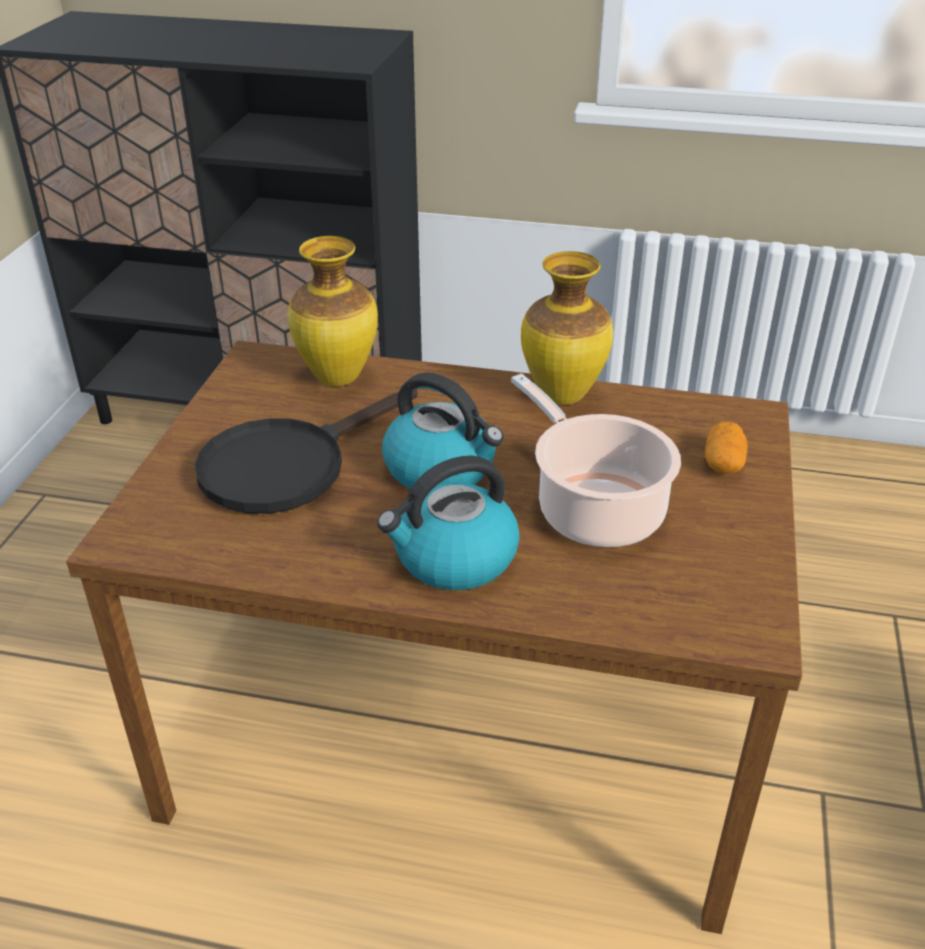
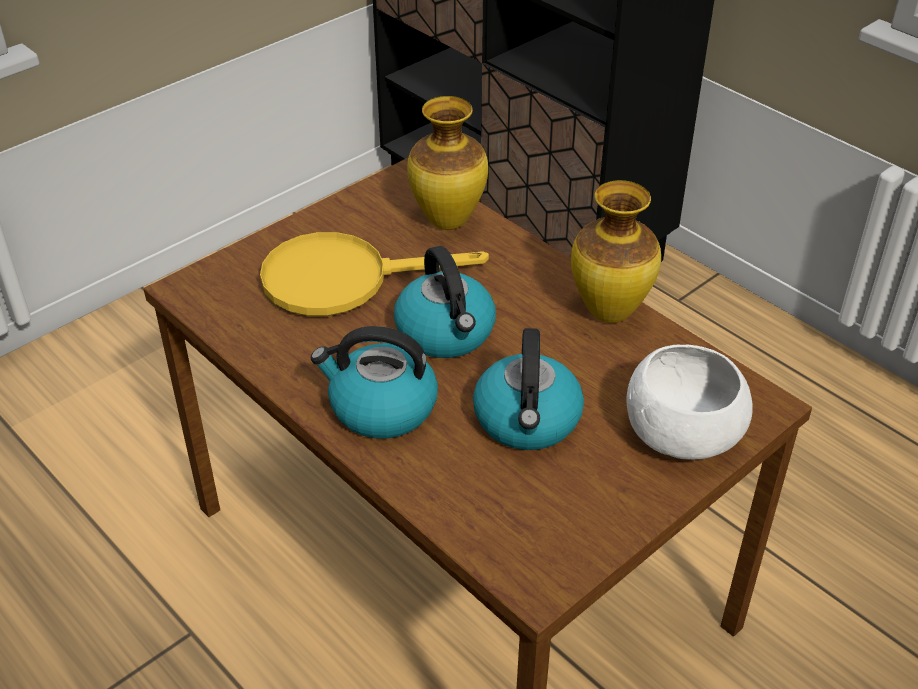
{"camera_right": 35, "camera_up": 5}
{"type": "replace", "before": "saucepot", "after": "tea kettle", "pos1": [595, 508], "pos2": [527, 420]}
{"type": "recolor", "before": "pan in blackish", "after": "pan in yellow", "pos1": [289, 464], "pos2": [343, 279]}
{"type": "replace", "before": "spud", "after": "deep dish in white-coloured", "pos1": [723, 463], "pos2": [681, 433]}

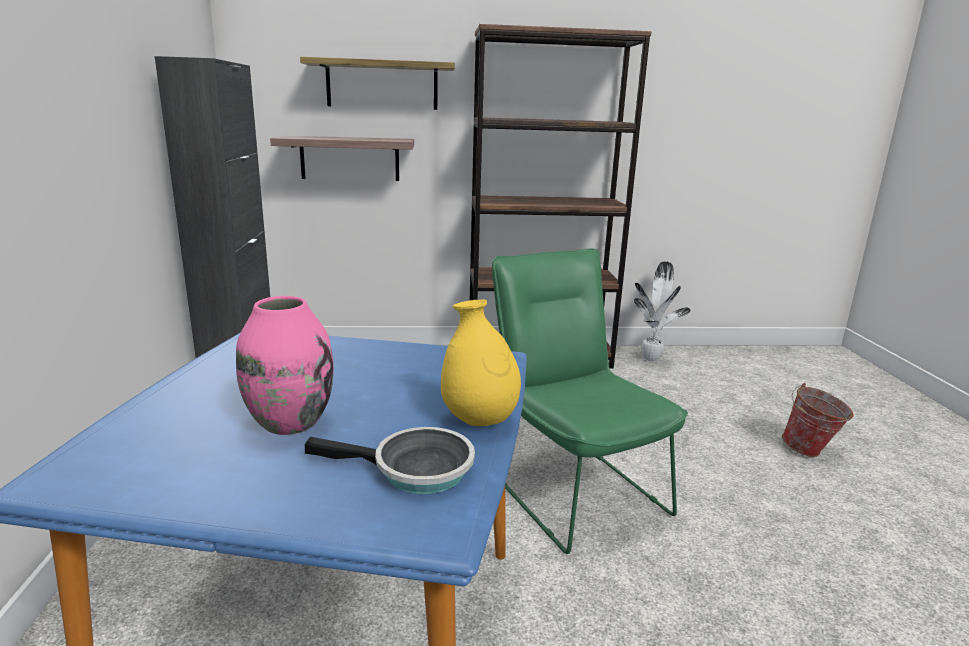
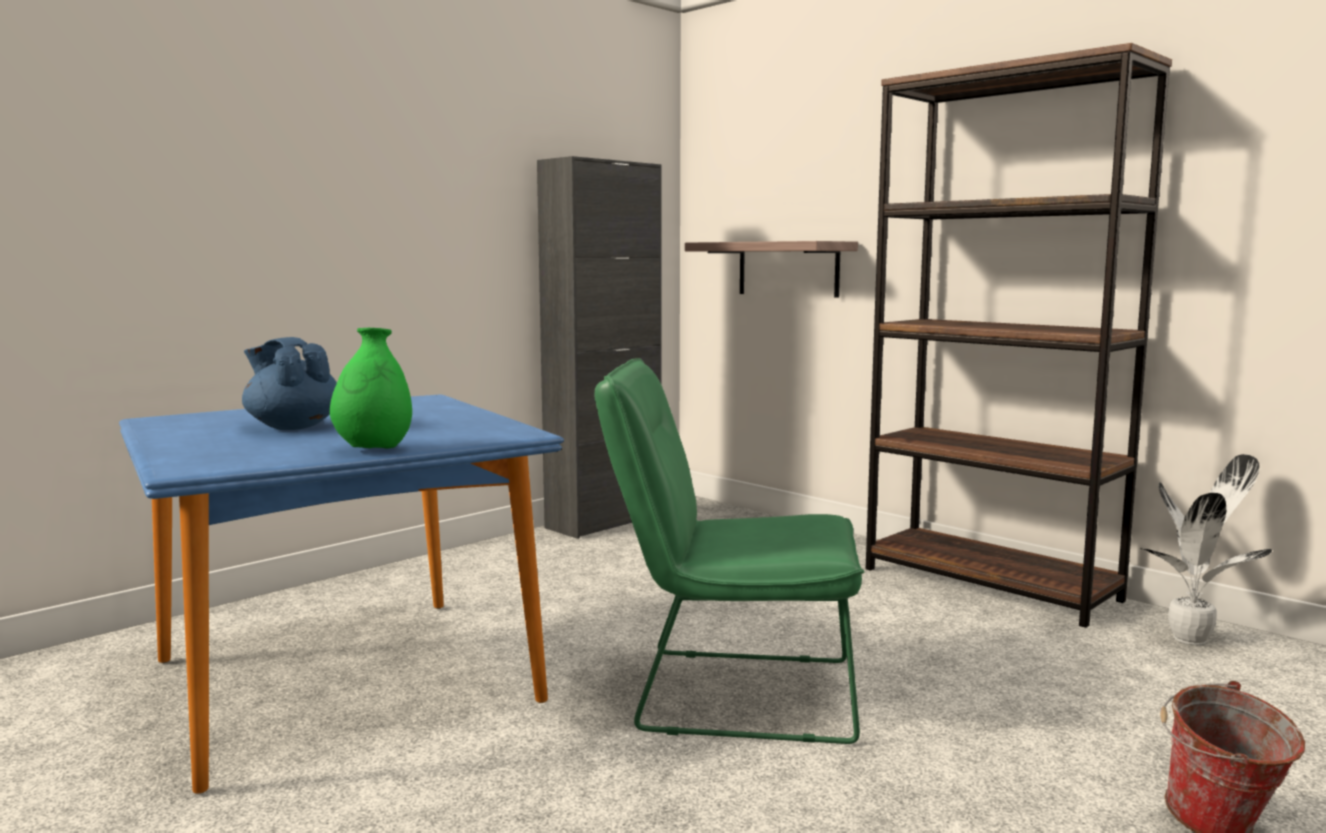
{"camera_right": 50, "camera_up": -10}
{"type": "delete", "before": "wall shelf", "pos1": [382, 85]}
{"type": "rotate", "before": "upright chair in greenish", "pos1": [571, 487], "pos2": [728, 693], "turn": -105}
{"type": "replace", "before": "flower vase in pinkish", "after": "pot for tea in bluish", "pos1": [289, 422], "pos2": [293, 427]}
{"type": "recolor", "before": "flower vase in yellow", "after": "flower vase in greenish", "pos1": [479, 420], "pos2": [374, 449]}
{"type": "delete", "before": "pan", "pos1": [415, 470]}

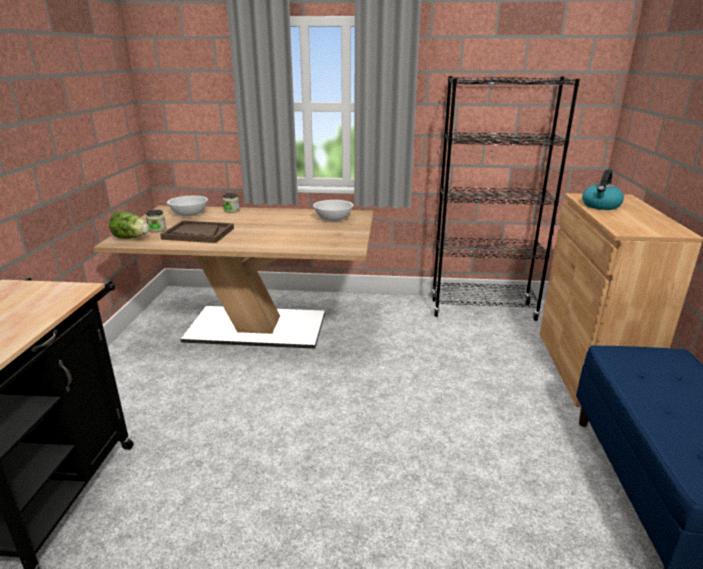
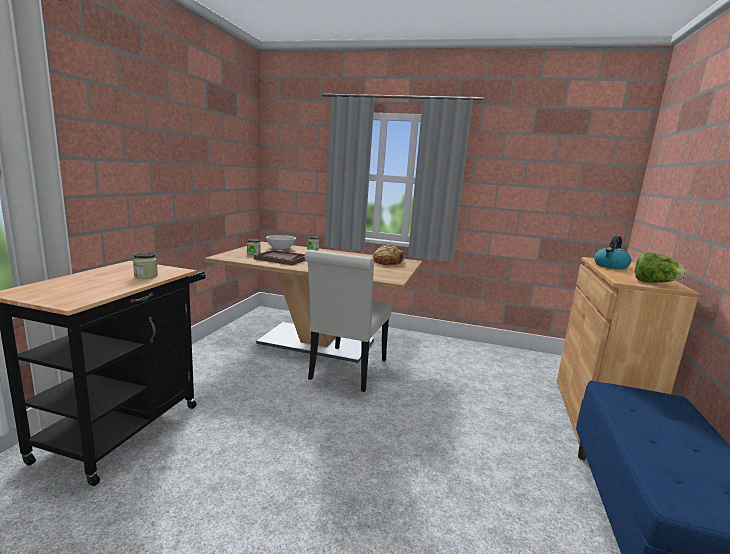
{"camera_right": 10, "camera_up": -10}
{"type": "delete", "before": "bookshelf in blackish", "pos1": [482, 310]}
{"type": "replace", "before": "deep dish in white-coloured", "after": "bread", "pos1": [333, 219], "pos2": [387, 262]}
{"type": "move", "before": "head of lettuce", "pos1": [131, 238], "pos2": [654, 282]}
{"type": "insert", "after": "upright chair in white-coloured", "pos2": [346, 372]}
{"type": "insert", "after": "storage jar", "pos2": [146, 276]}

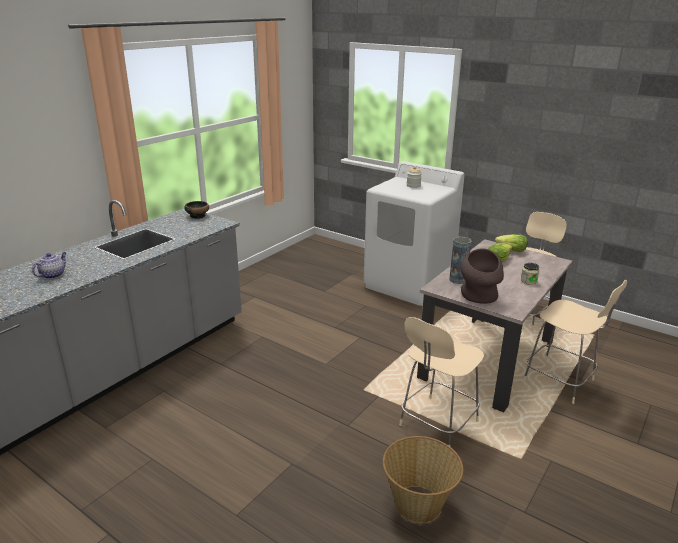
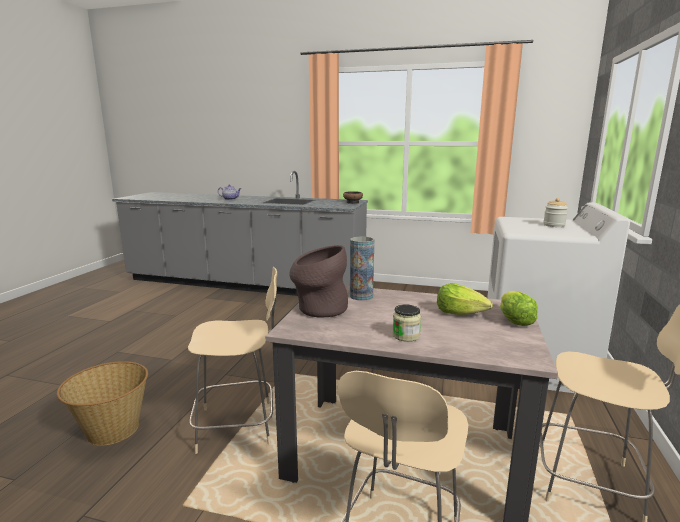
{"camera_right": 70, "camera_up": -10}
{"type": "rotate", "before": "upright chair in sand-coloured", "pos1": [437, 425], "pos2": [239, 426], "turn": 150}

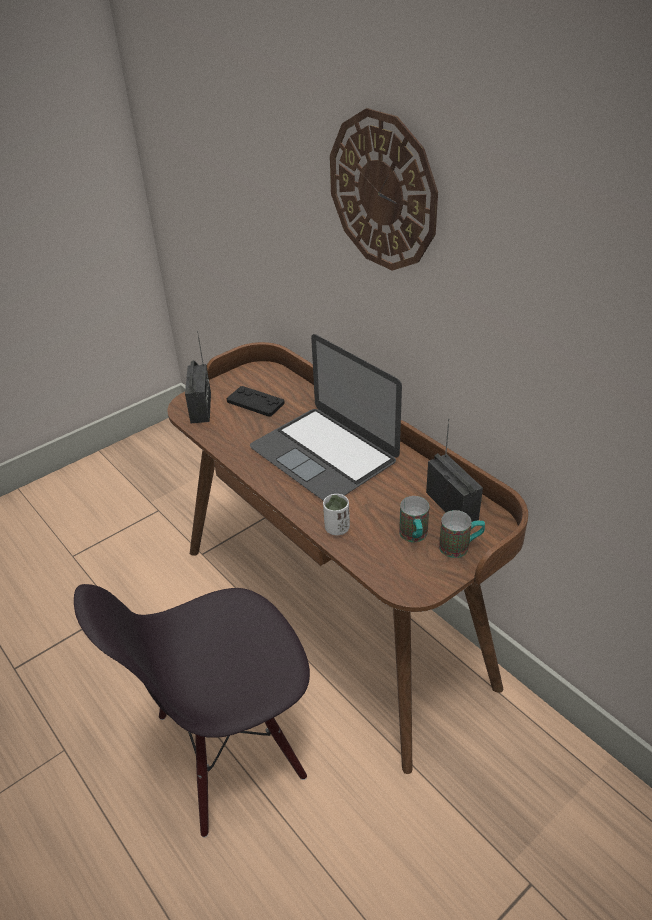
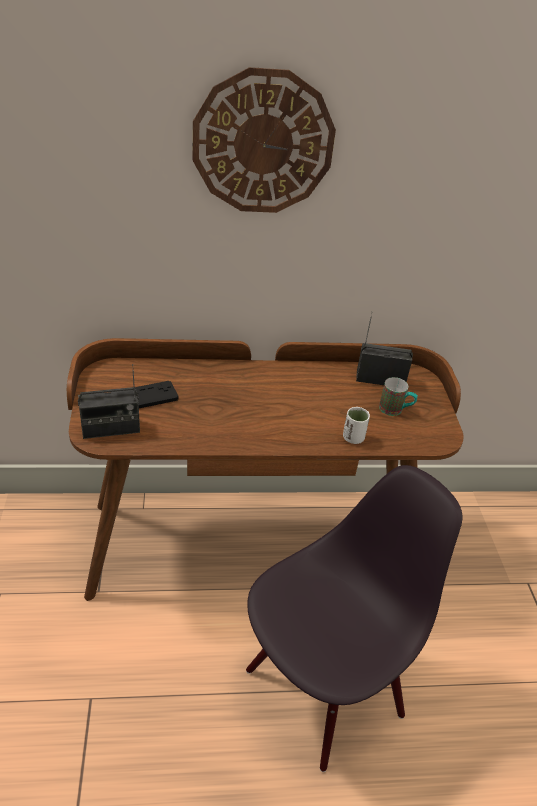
{"camera_right": -60, "camera_up": 0}
{"type": "rotate", "before": "radio set", "pos1": [201, 408], "pos2": [111, 429], "turn": 135}
{"type": "delete", "before": "laptop", "pos1": [324, 453]}
{"type": "delete", "before": "tea mug", "pos1": [460, 547]}
{"type": "rotate", "before": "upright chair in blackish", "pos1": [229, 750], "pos2": [323, 689], "turn": -135}

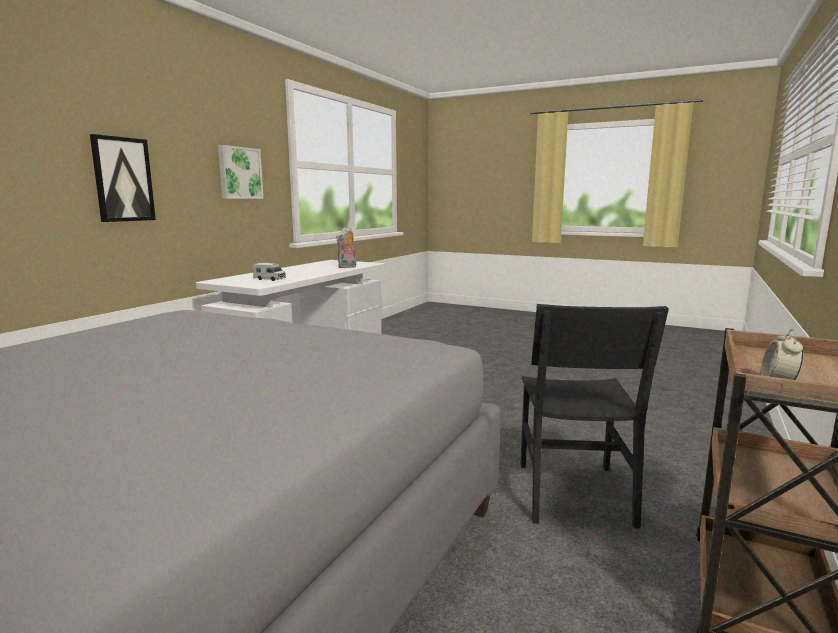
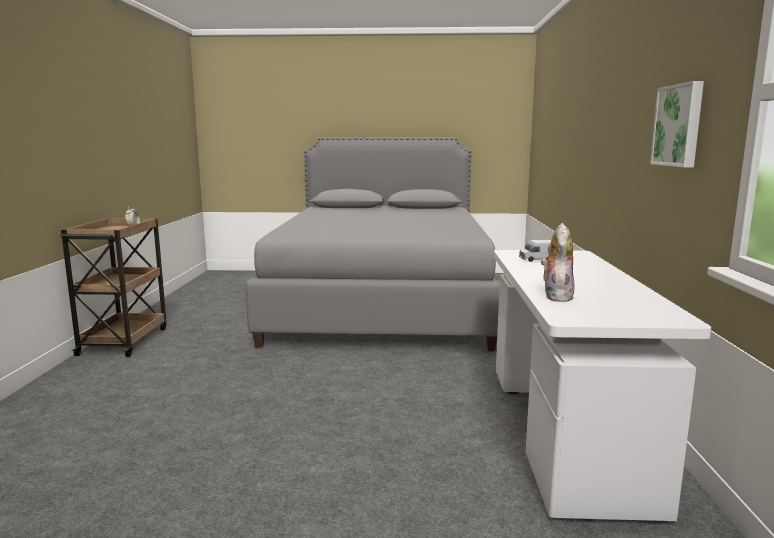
{"camera_right": 155, "camera_up": 0}
{"type": "delete", "before": "wall picture", "pos1": [123, 179]}
{"type": "delete", "before": "upright chair in blackish", "pos1": [573, 493]}

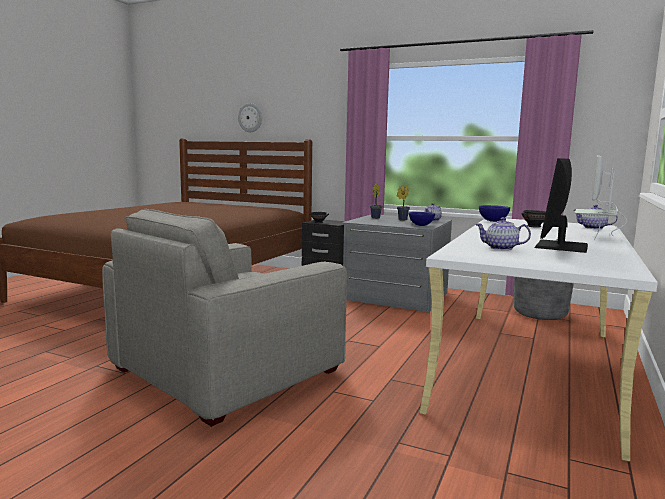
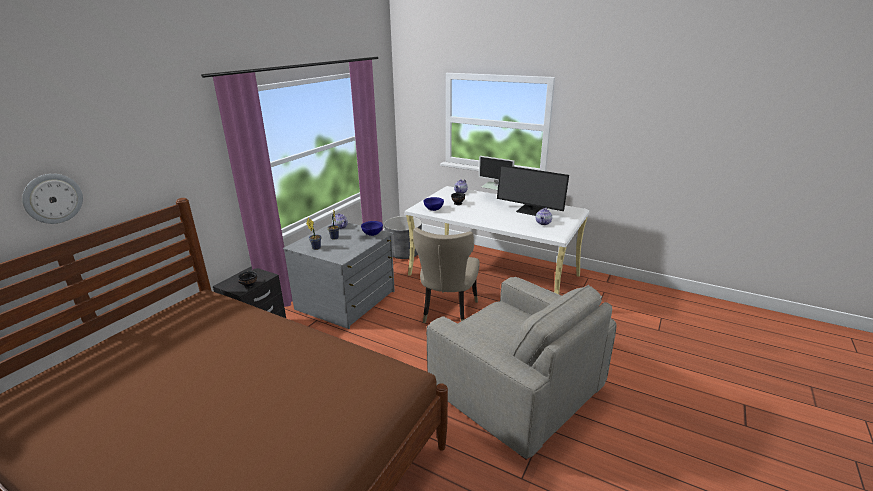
{"camera_right": -85, "camera_up": 15}
{"type": "insert", "after": "upright chair in sand-coloured", "pos2": [447, 312]}

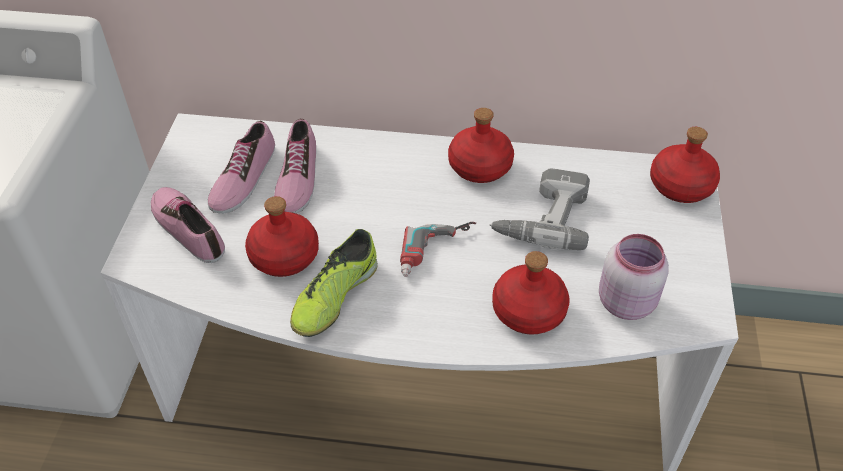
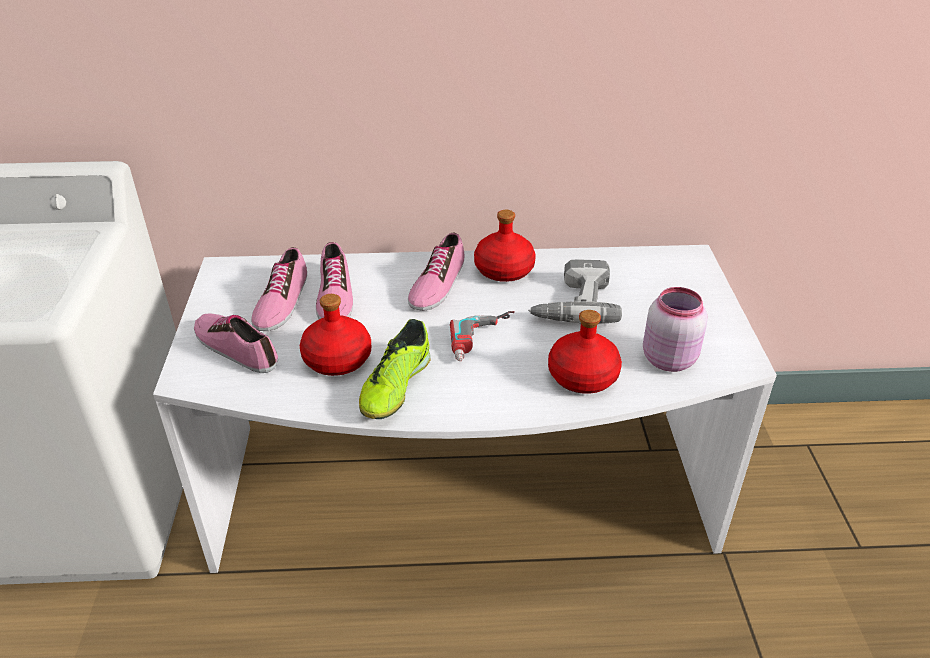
{"camera_right": -10, "camera_up": -10}
{"type": "delete", "before": "drink bottle in reddish", "pos1": [681, 186]}
{"type": "insert", "after": "shoe", "pos2": [437, 284]}

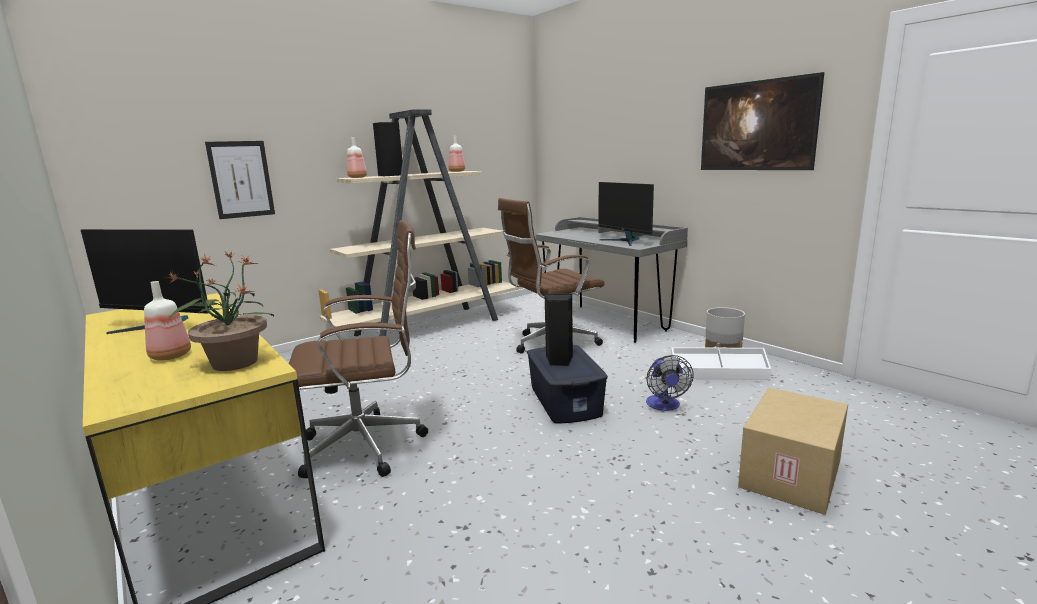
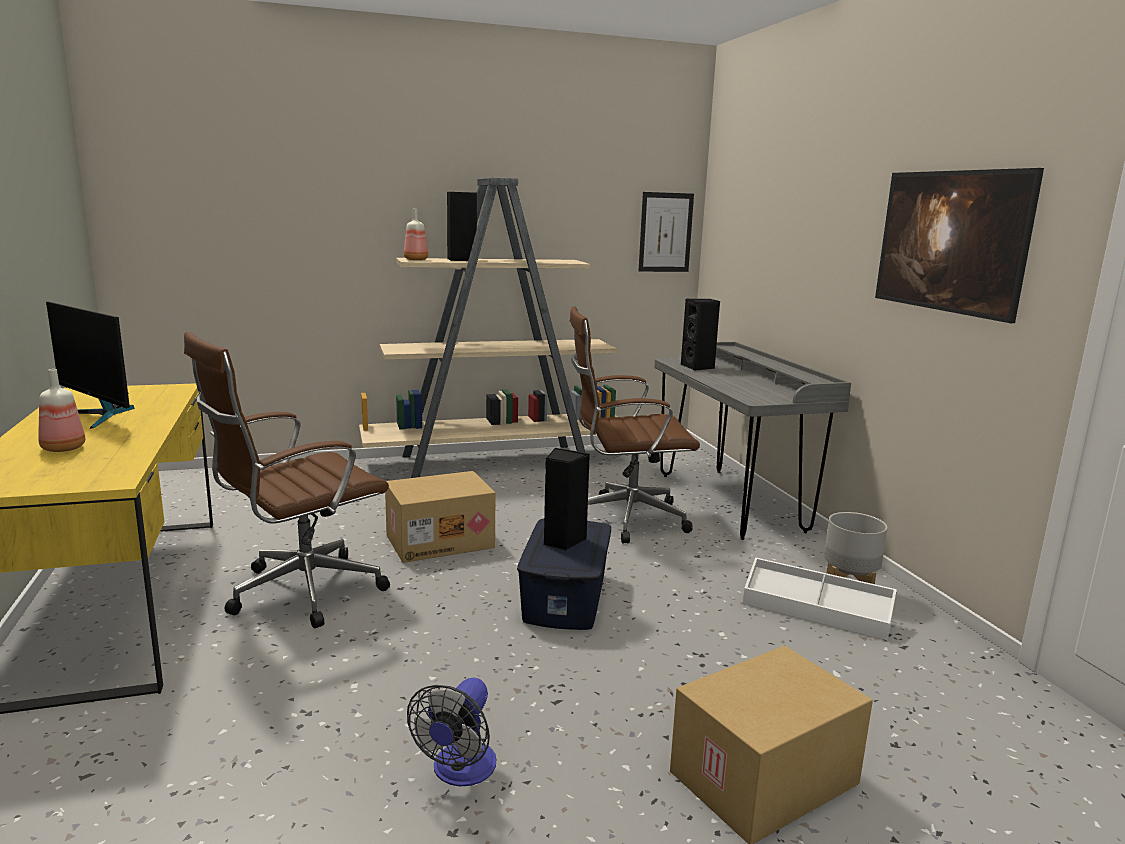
{"camera_right": 20, "camera_up": 0}
{"type": "delete", "before": "drink bottle", "pos1": [456, 171]}
{"type": "move", "before": "wall picture", "pos1": [241, 179], "pos2": [665, 232]}
{"type": "delete", "before": "computer screen", "pos1": [625, 241]}
{"type": "rotate", "before": "office chair in brownish", "pos1": [369, 445], "pos2": [299, 593], "turn": 135}
{"type": "delete", "before": "potted plant", "pos1": [234, 362]}
{"type": "move", "before": "cooling fan", "pos1": [664, 406], "pos2": [459, 772]}
{"type": "insert", "after": "loudspeaker in blackish", "pos2": [698, 367]}
{"type": "insert", "after": "carton", "pos2": [440, 541]}

